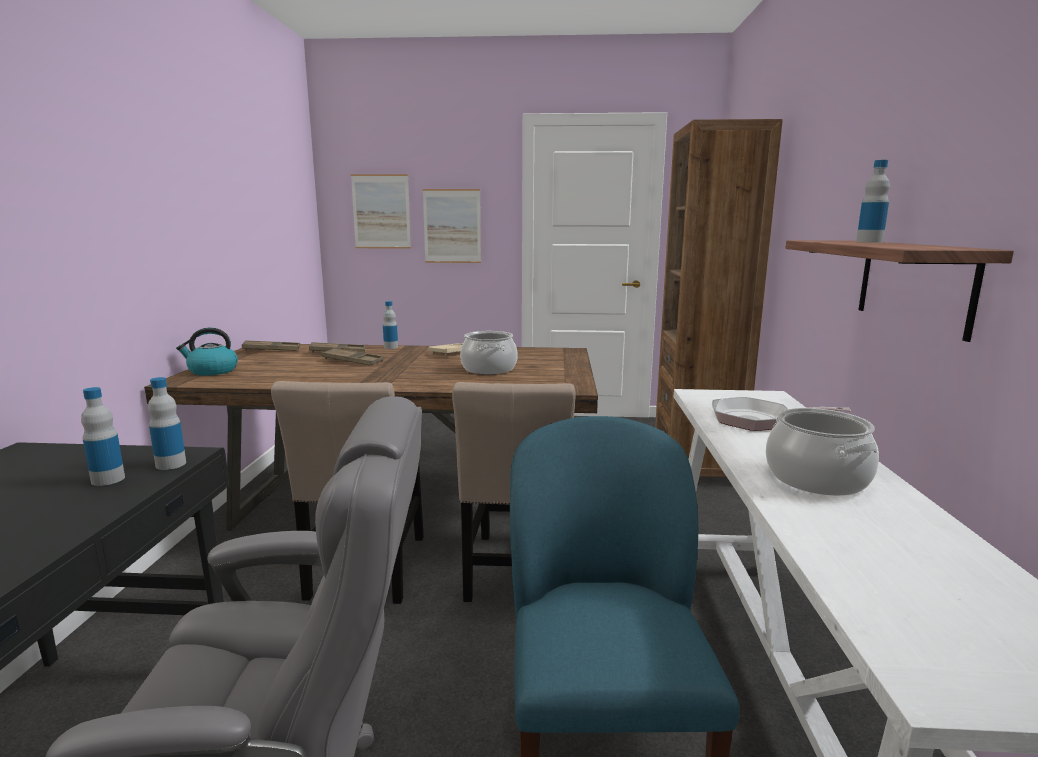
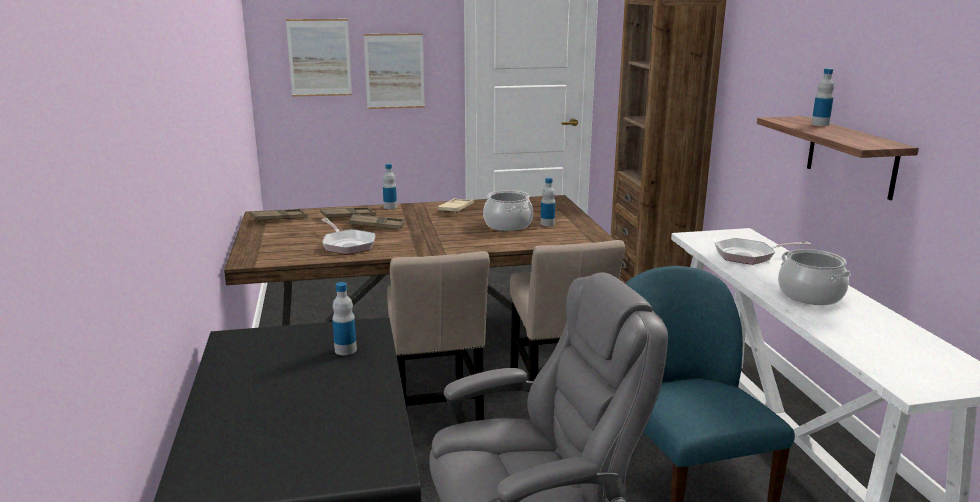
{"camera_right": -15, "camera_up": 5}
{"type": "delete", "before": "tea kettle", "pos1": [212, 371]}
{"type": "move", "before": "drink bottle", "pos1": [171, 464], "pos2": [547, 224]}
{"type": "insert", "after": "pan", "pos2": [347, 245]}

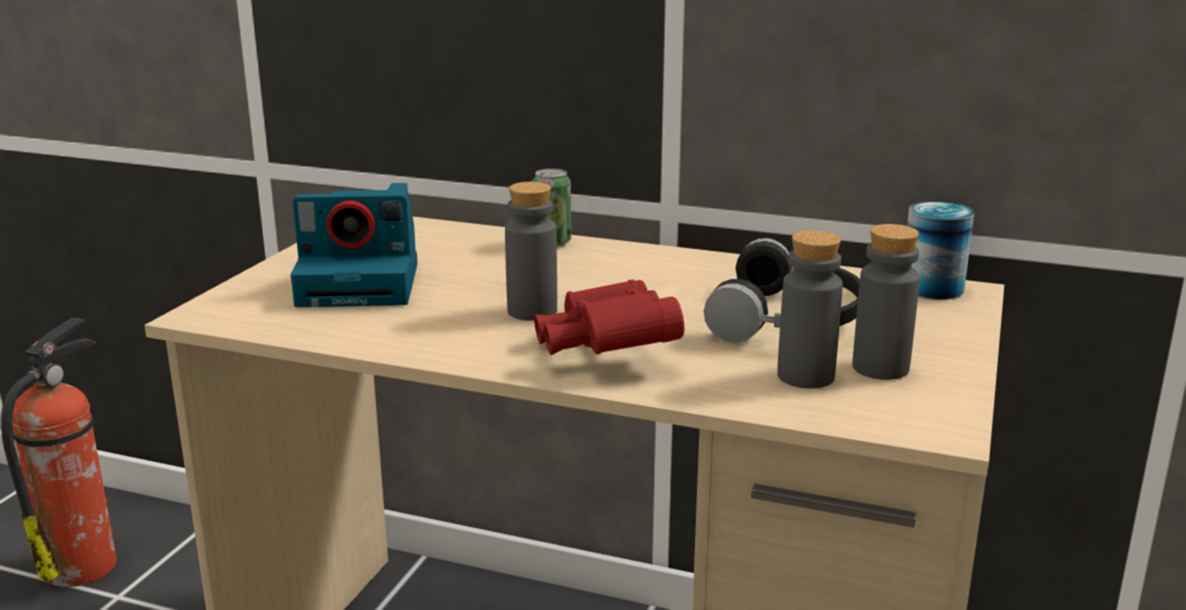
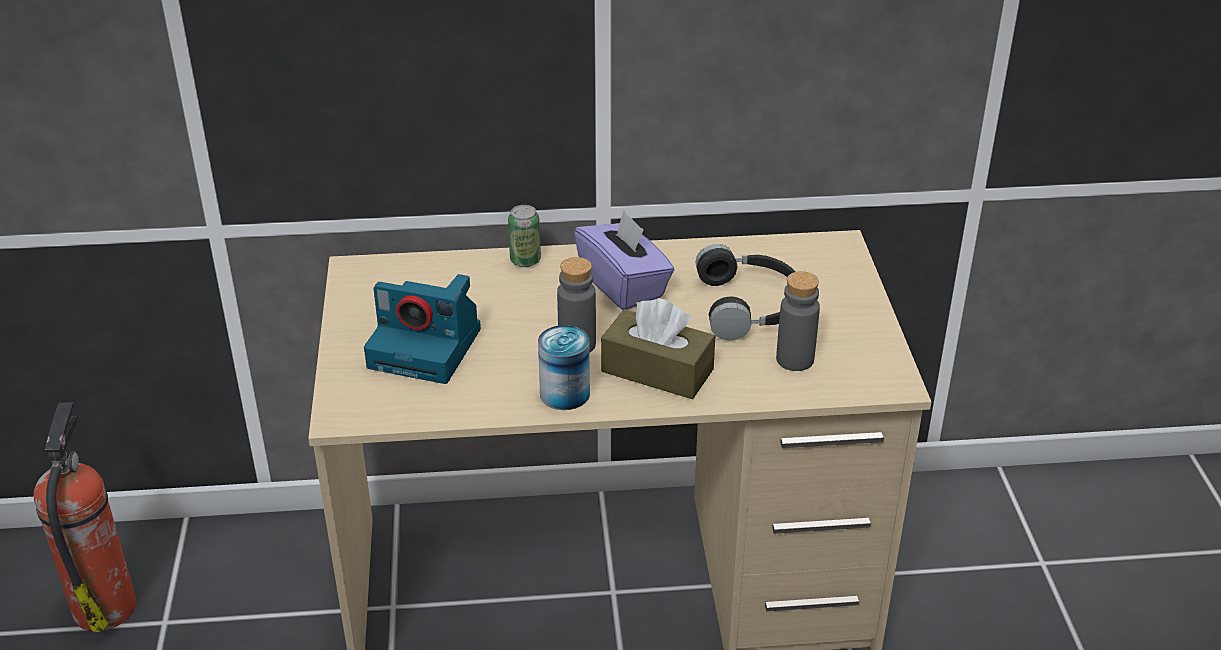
{"camera_right": -25, "camera_up": 15}
{"type": "rotate", "before": "still camera", "pos1": [362, 283], "pos2": [428, 348], "turn": 45}
{"type": "move", "before": "metal can", "pos1": [932, 288], "pos2": [564, 393]}
{"type": "delete", "before": "drink bottle in grey", "pos1": [880, 368]}
{"type": "replace", "before": "binoculars in reddish", "after": "tissue holder in brownish", "pos1": [605, 350], "pos2": [657, 370]}
{"type": "insert", "after": "tissue holder in purple-coloured", "pos2": [624, 285]}

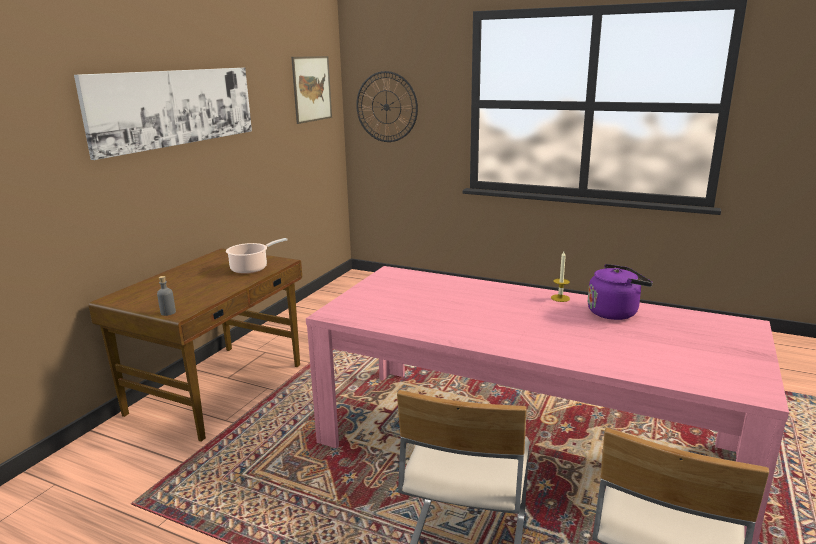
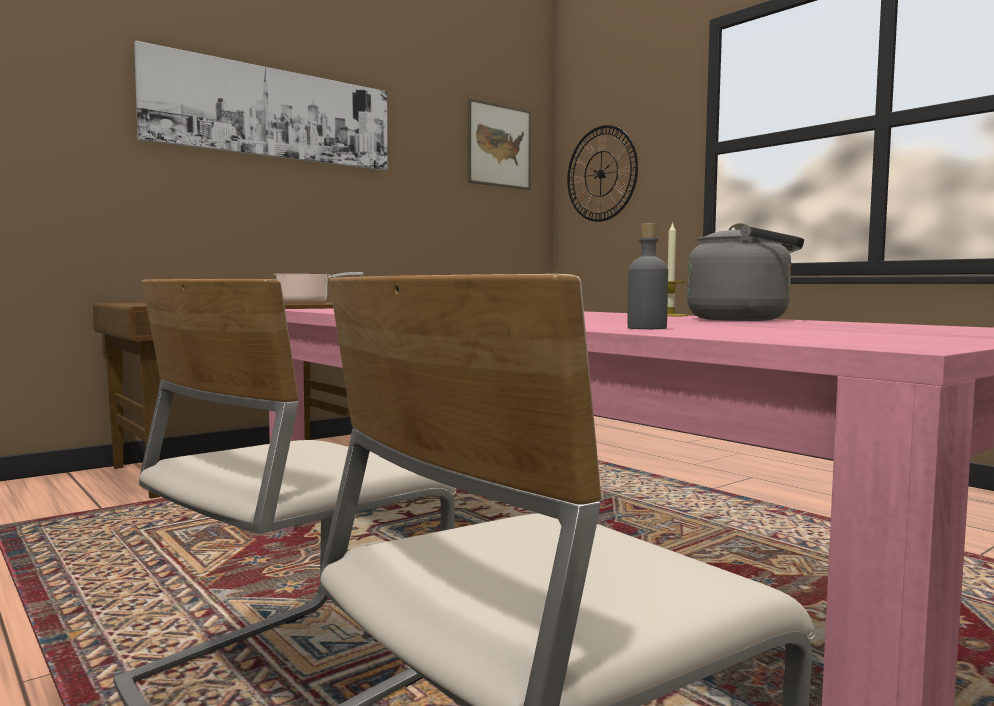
{"camera_right": 25, "camera_up": -15}
{"type": "recolor", "before": "tea kettle in purple-coloured", "after": "tea kettle in grey", "pos1": [615, 312], "pos2": [744, 320]}
{"type": "move", "before": "drink bottle in grey", "pos1": [168, 312], "pos2": [646, 328]}

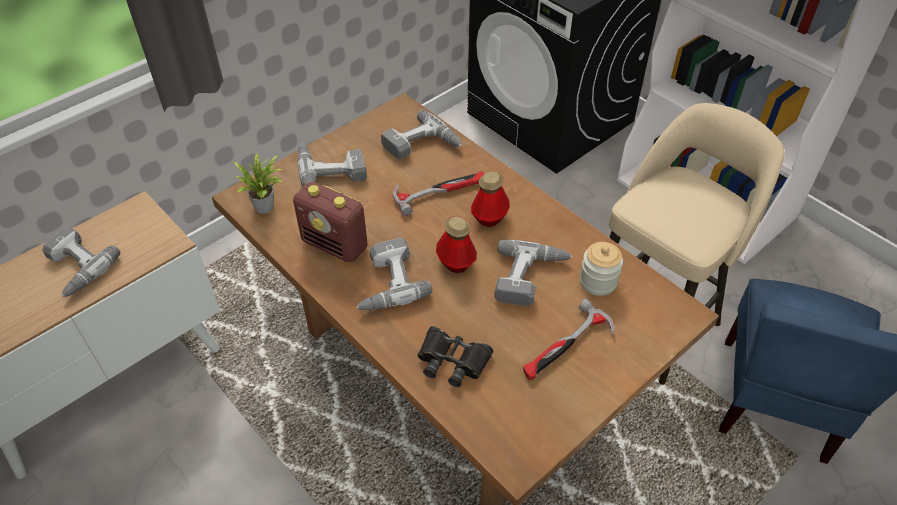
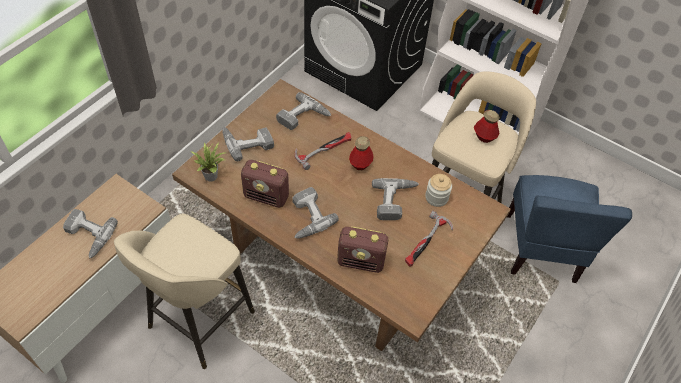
{"camera_right": -15, "camera_up": 5}
{"type": "move", "before": "drink bottle", "pos1": [456, 263], "pos2": [484, 137]}
{"type": "replace", "before": "binoculars in blackish", "after": "radio set", "pos1": [452, 360], "pos2": [361, 261]}
{"type": "insert", "after": "stool in sand-coloured", "pos2": [199, 322]}

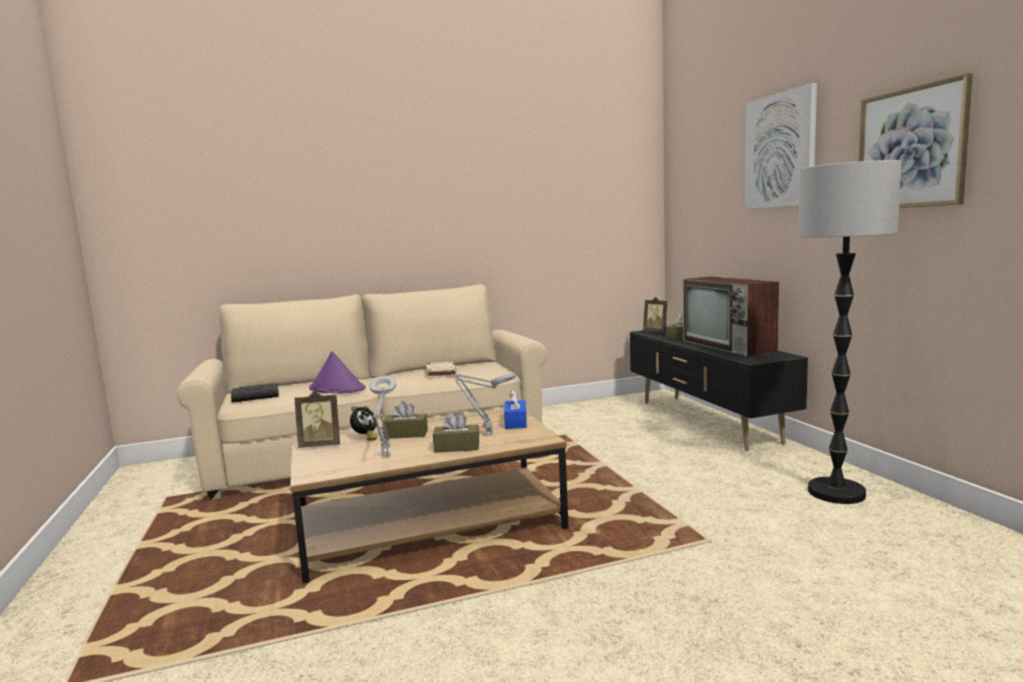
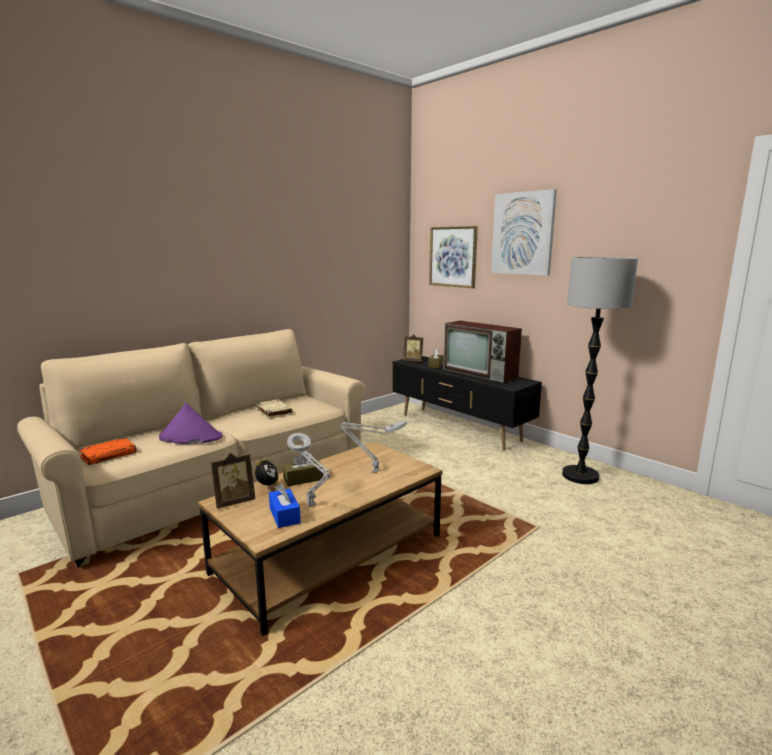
{"camera_right": -25, "camera_up": 5}
{"type": "move", "before": "wall picture", "pos1": [911, 148], "pos2": [453, 257]}
{"type": "recolor", "before": "bound book in blackish", "after": "bound book in orange-coloured", "pos1": [256, 396], "pos2": [109, 454]}
{"type": "move", "before": "tissue holder in bluish", "pos1": [516, 422], "pos2": [284, 515]}
{"type": "delete", "before": "tissue holder in brownish", "pos1": [457, 447]}

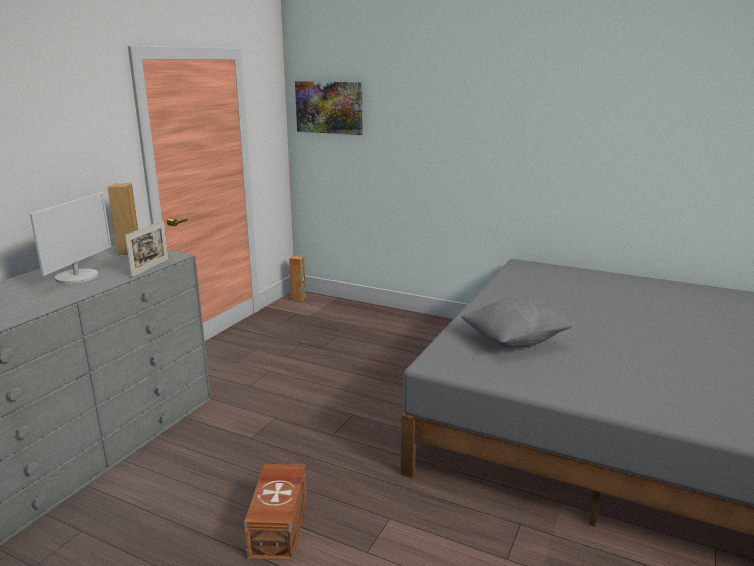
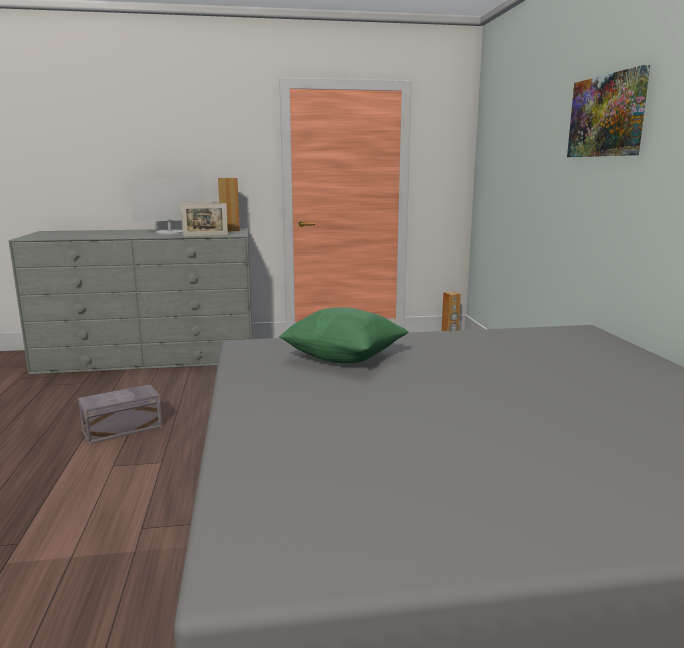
{"camera_right": 55, "camera_up": -5}
{"type": "move", "before": "wall picture", "pos1": [329, 107], "pos2": [607, 116]}
{"type": "recolor", "before": "pillow in grey", "after": "pillow in greenish", "pos1": [514, 340], "pos2": [344, 358]}
{"type": "recolor", "before": "storage bin in brownish", "after": "storage bin in grey", "pos1": [280, 525], "pos2": [123, 429]}

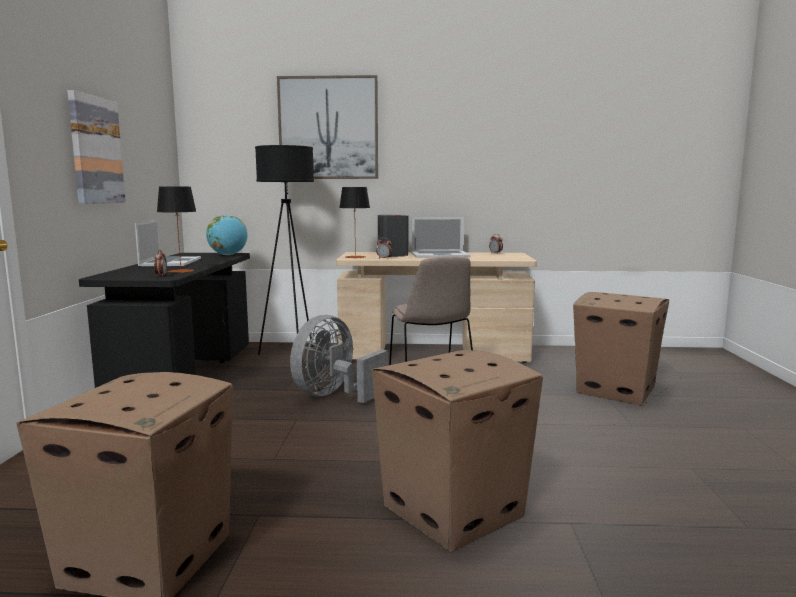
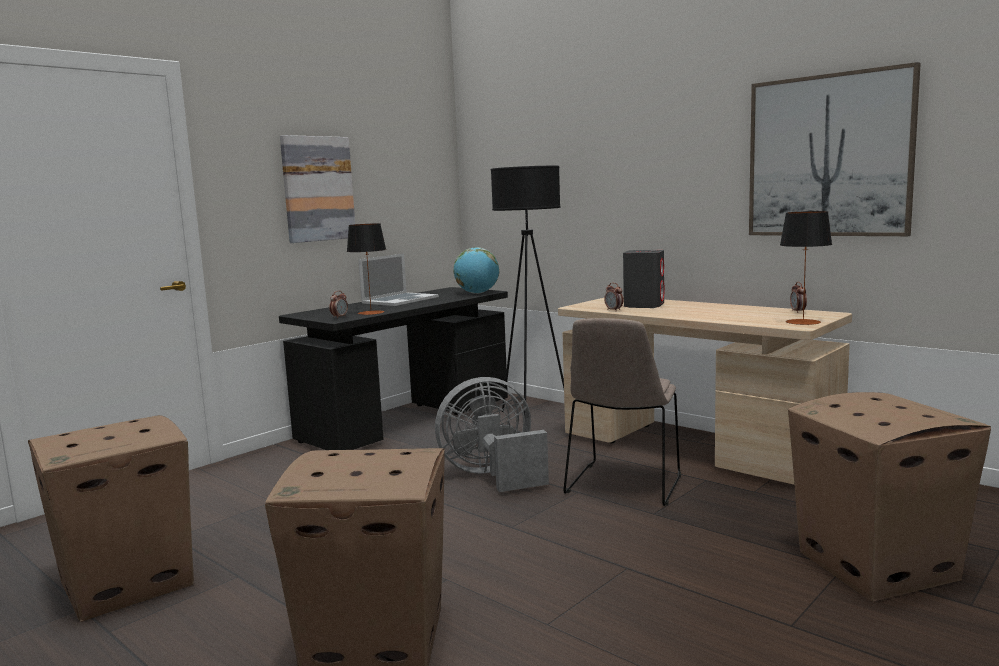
{"camera_right": 40, "camera_up": 0}
{"type": "move", "before": "wall picture", "pos1": [328, 128], "pos2": [828, 156]}
{"type": "move", "before": "lamp for a table", "pos1": [355, 257], "pos2": [803, 322]}
{"type": "delete", "before": "laptop", "pos1": [440, 255]}

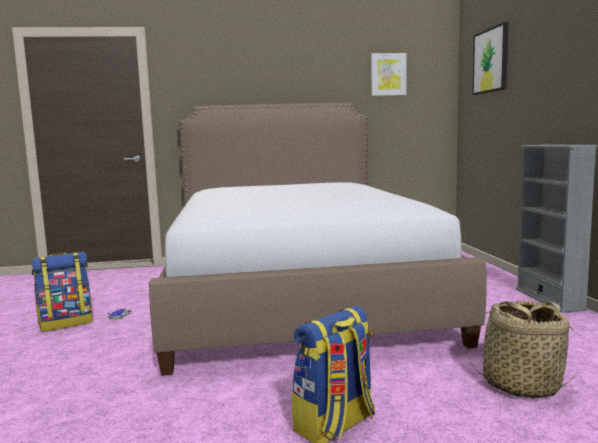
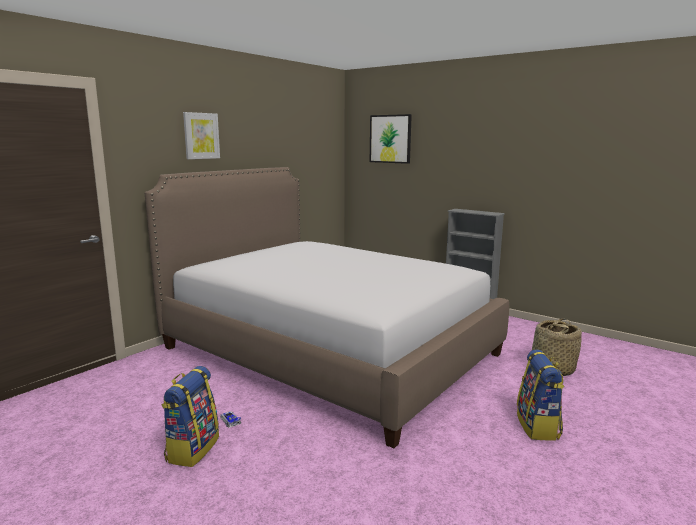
{"camera_right": -45, "camera_up": 5}
{"type": "move", "before": "wall picture", "pos1": [388, 74], "pos2": [201, 136]}

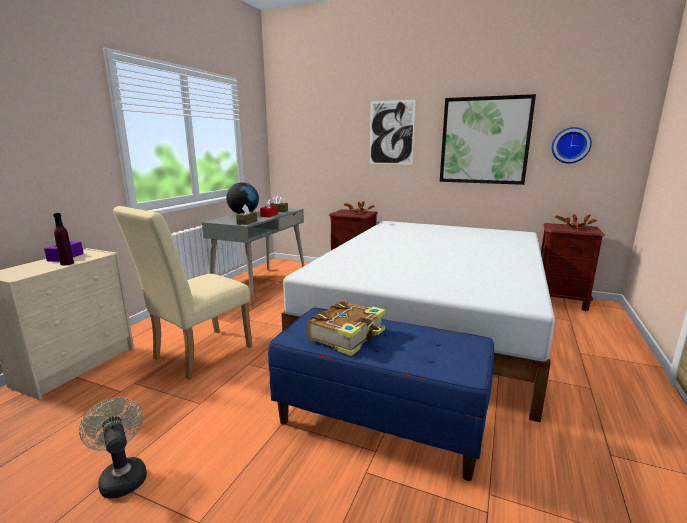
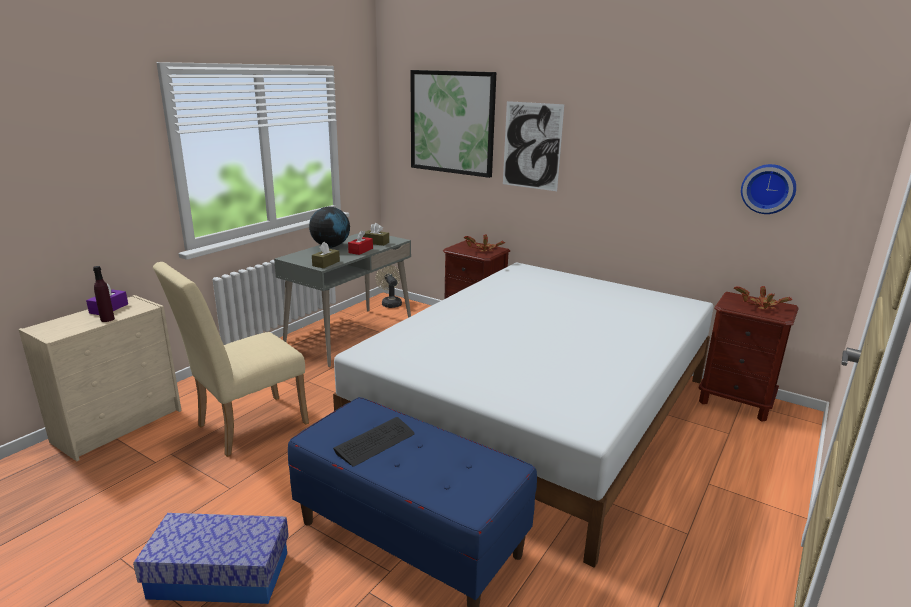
{"camera_right": 10, "camera_up": 5}
{"type": "move", "before": "wall picture", "pos1": [484, 141], "pos2": [452, 122]}
{"type": "replace", "before": "bound book", "after": "computer keyboard", "pos1": [348, 336], "pos2": [375, 442]}
{"type": "move", "before": "cooling fan in sand-coloured", "pos1": [122, 476], "pos2": [390, 303]}
{"type": "insert", "after": "storage bin", "pos2": [219, 575]}

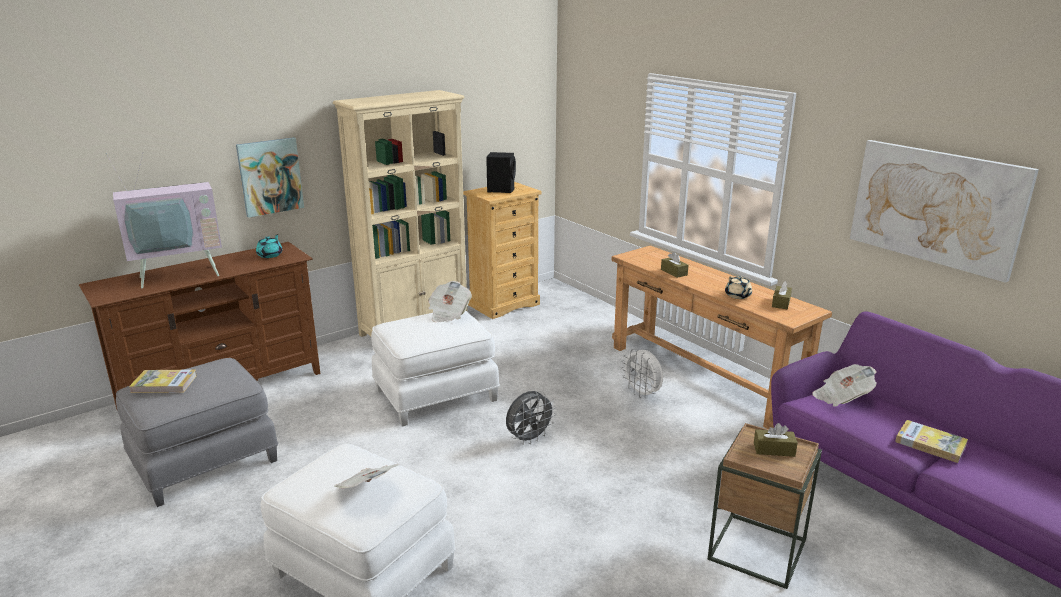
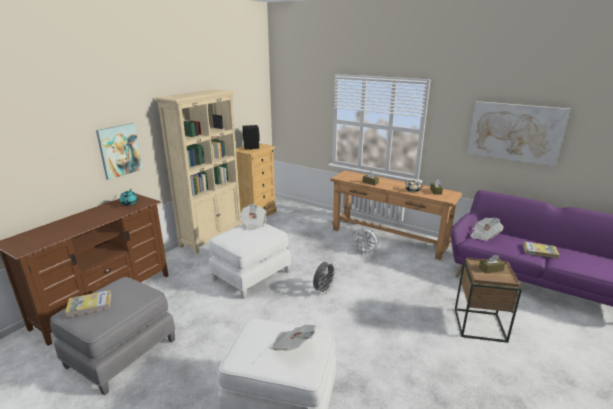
{"camera_right": -20, "camera_up": 0}
{"type": "delete", "before": "TV set", "pos1": [179, 274]}

